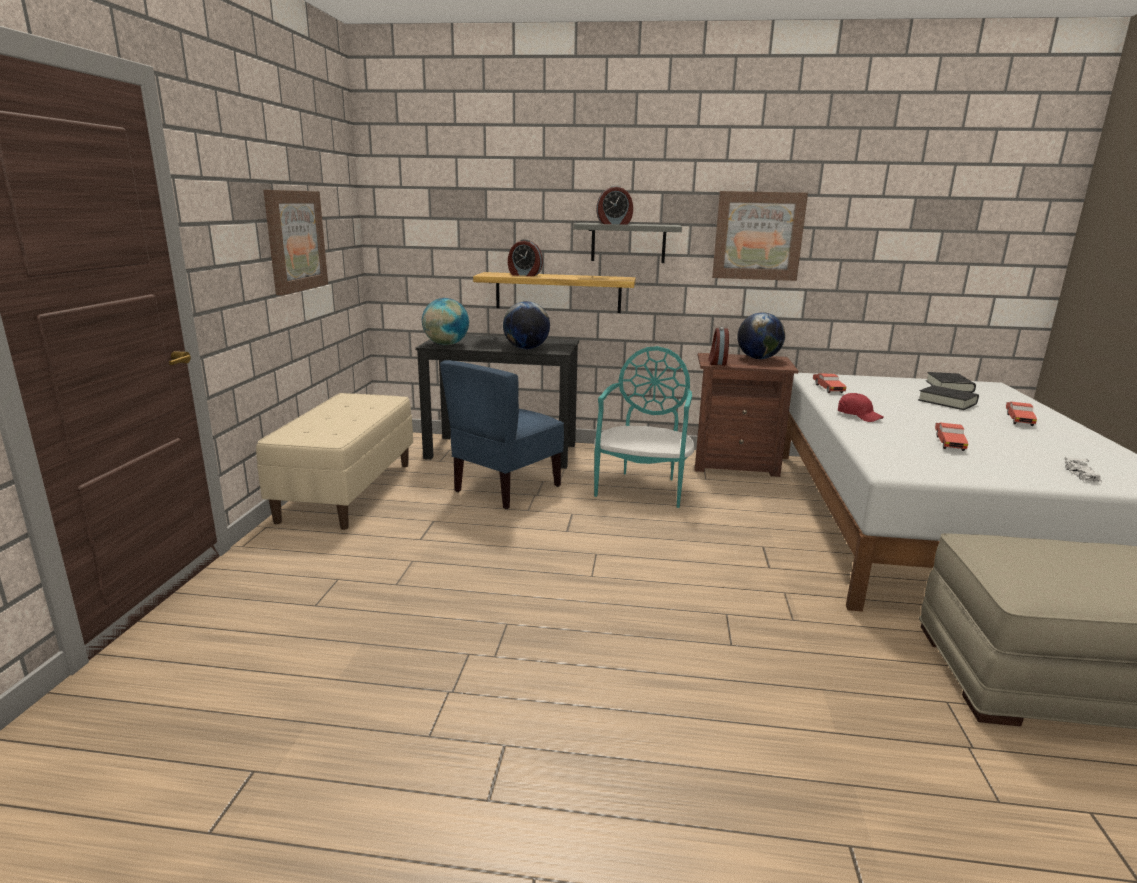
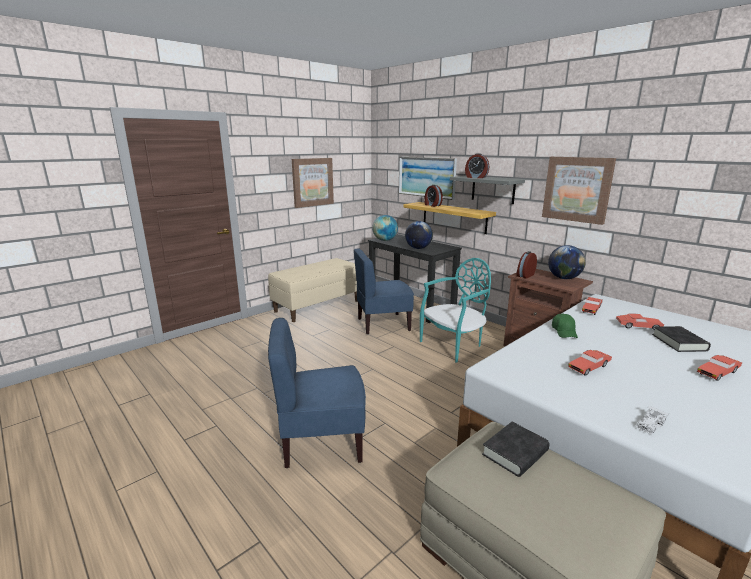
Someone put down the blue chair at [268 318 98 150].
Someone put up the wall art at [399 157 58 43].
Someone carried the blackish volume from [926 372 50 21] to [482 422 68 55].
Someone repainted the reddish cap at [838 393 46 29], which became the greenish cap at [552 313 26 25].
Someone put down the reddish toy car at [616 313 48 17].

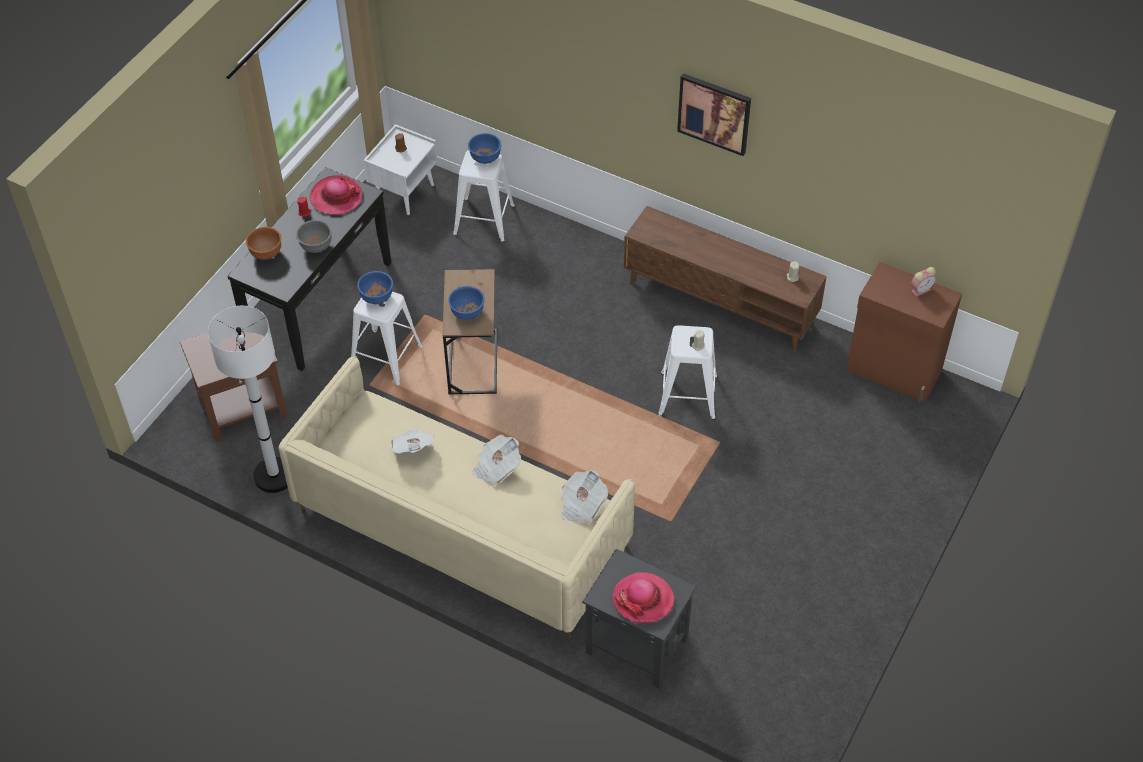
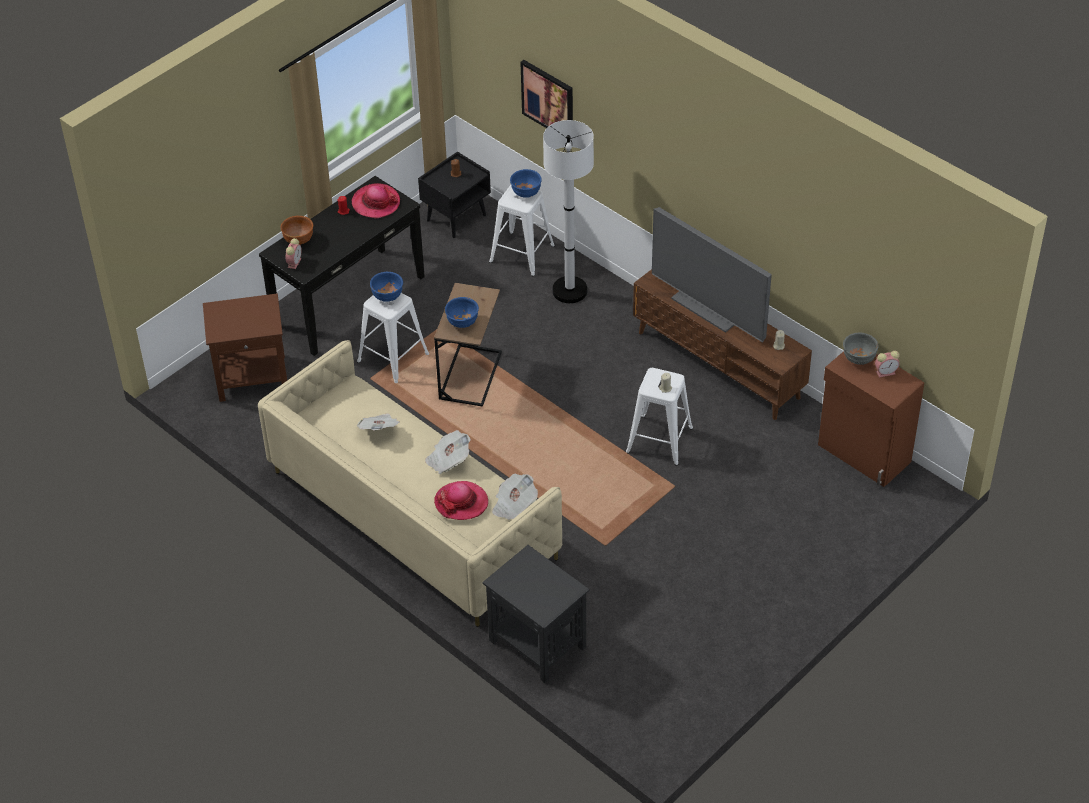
Someone put down the table clock at [286 238 16 31].
Someone repainted the whitish nightstand at [363 124 75 91], which became the blackish nightstand at [418 152 73 86].
Someone carried the clothing hat from [613 572 62 51] to [434 481 54 39].
Someone carried the wall art from [677 73 74 83] to [520 60 53 68].
Someone carried the whitish standing lamp from [208 306 80 187] to [543 120 51 183].
Someone put down the television at [652 207 120 136].
Someone carried the greyish serving bowl from [296 220 36 33] to [843 332 36 33].

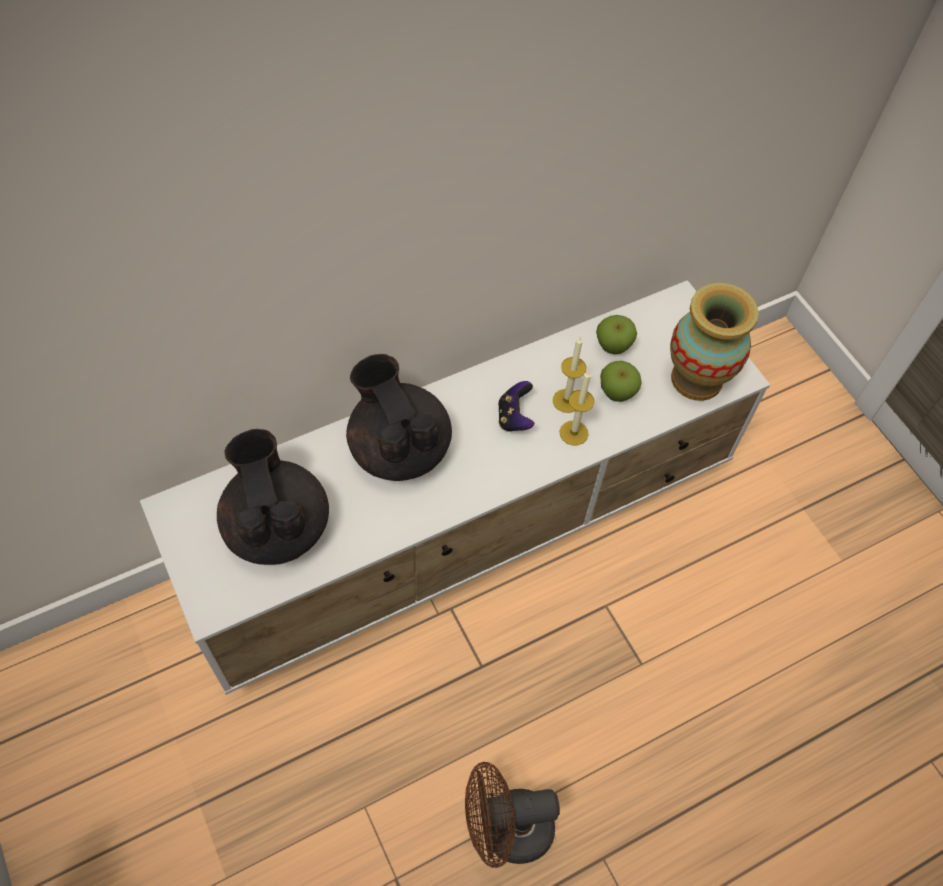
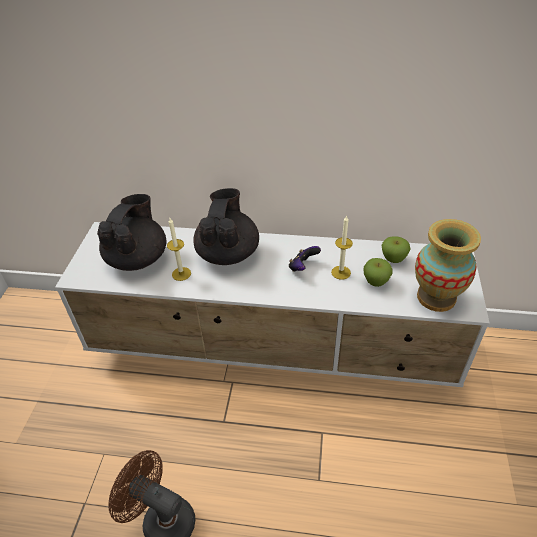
Someone carried the wax candle from [560 370 34 75] to [167 218 24 63].

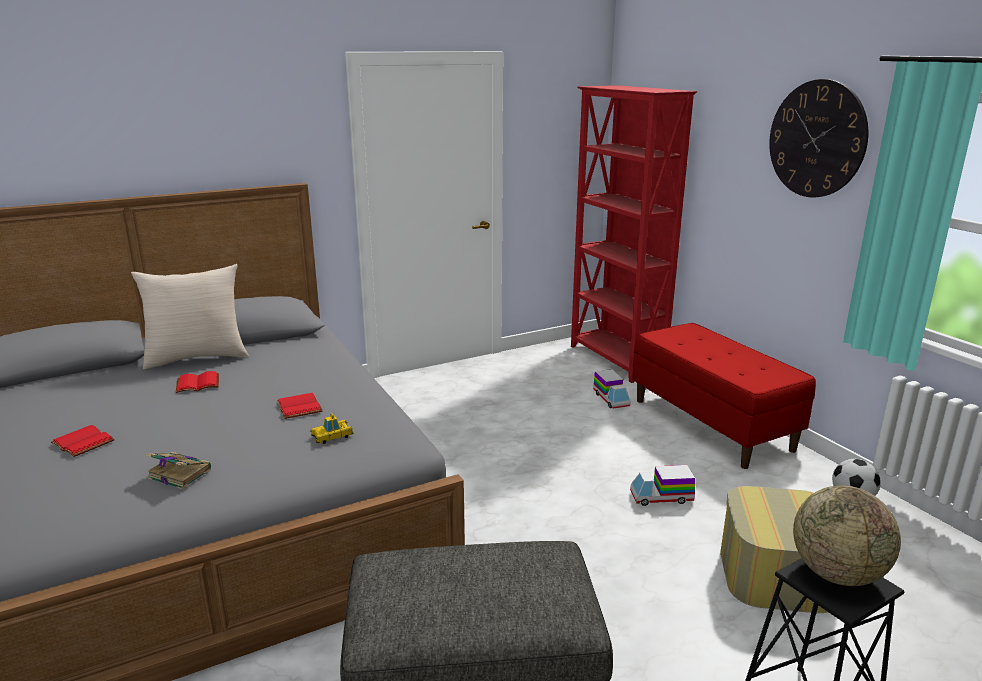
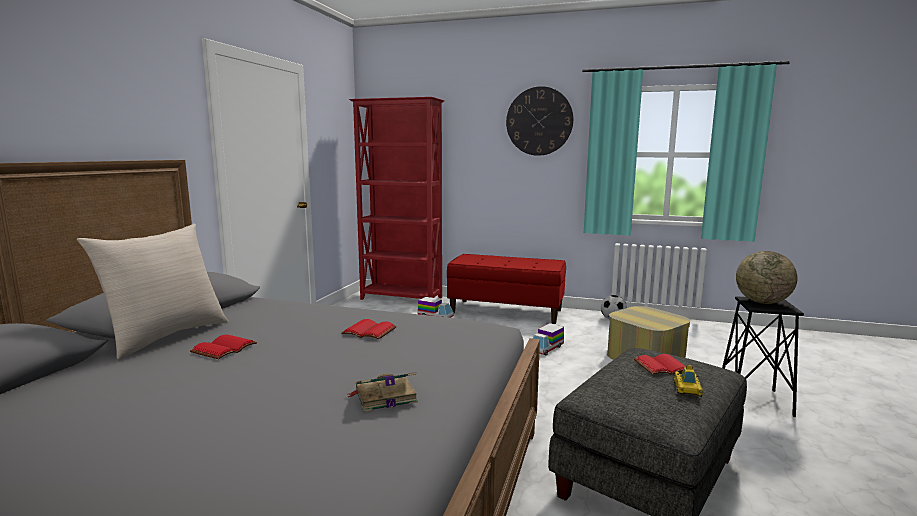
Someone carried the reddish volume from [51 425 64 32] to [634 354 52 21].
Someone carried the toy car from [310 414 43 30] to [674 365 29 32].

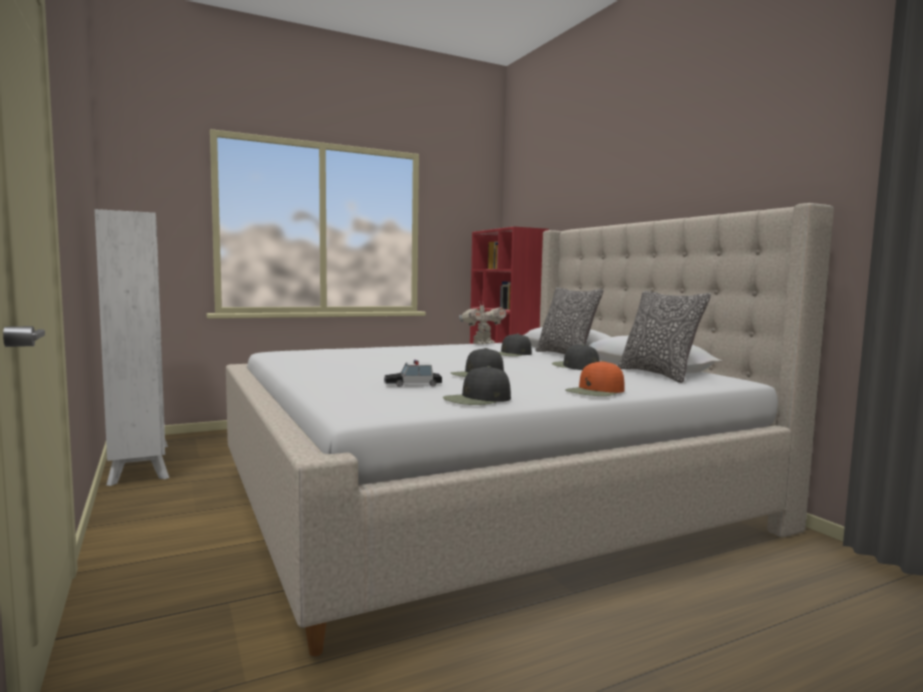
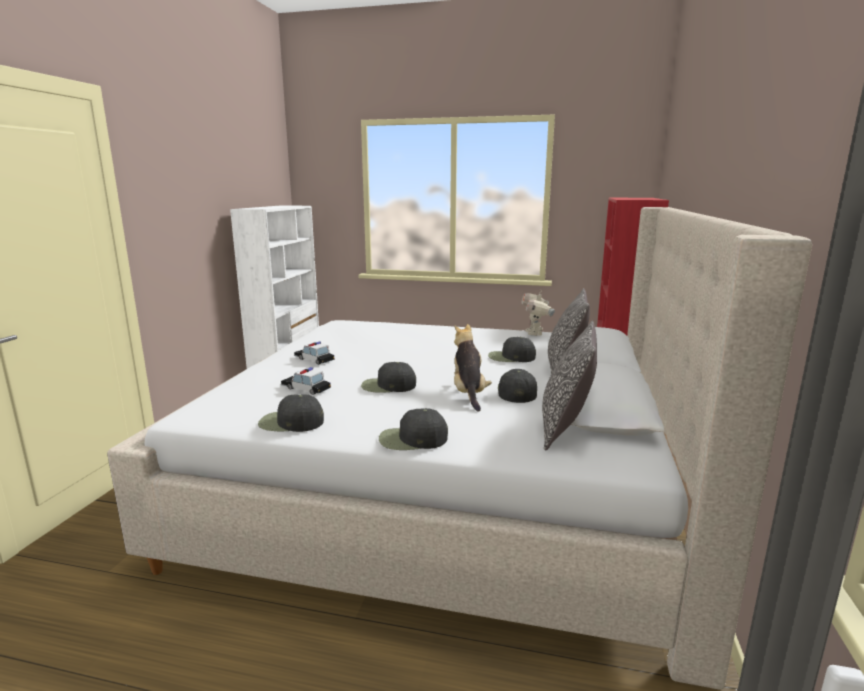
Someone put down the toy car at [294 341 40 24].
Someone repainted the orange-coloured cap at [565 361 60 35], which became the blackish cap at [379 408 69 42].
Someone put down the plush toy at [454 324 38 88].
Someone rotated the robot figure at [459 301 47 43] by 90 degrees clockwise.

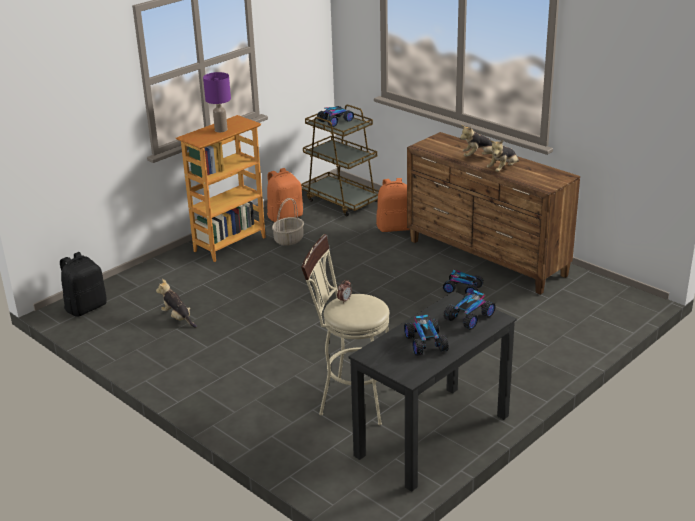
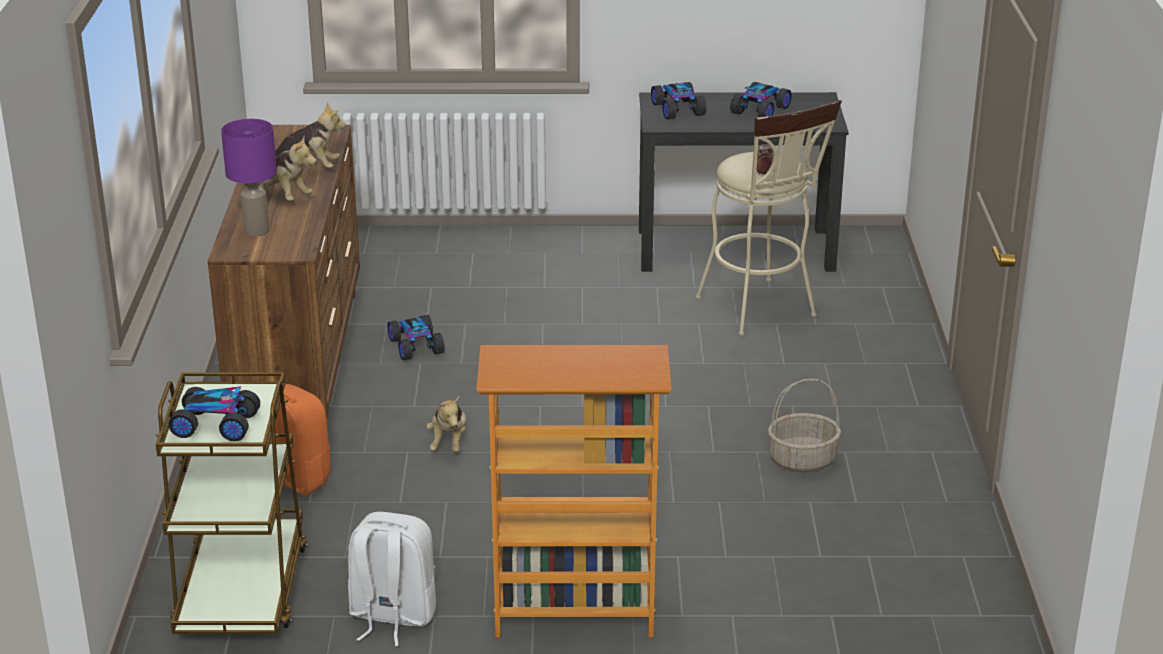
Someone carried the purple-coloured table lamp from [203 72 28 60] to [221 119 56 117].
Someone repainted the orange-coloured backpack at [267 168 36 54], which became the whitish backpack at [348 512 88 134].
Someone carried the plush toy from [156 279 41 49] to [426 396 41 56].
Someone rotated the toy car at [444 290 52 40] by 105 degrees counterclockwise.
Someone carried the basket from [272 198 32 48] to [768 378 73 94].
Someone took away the blackish backpack at [60 252 47 65].

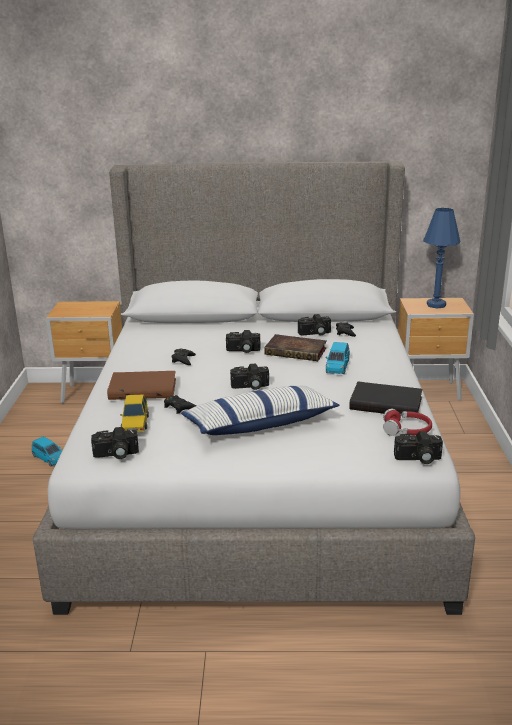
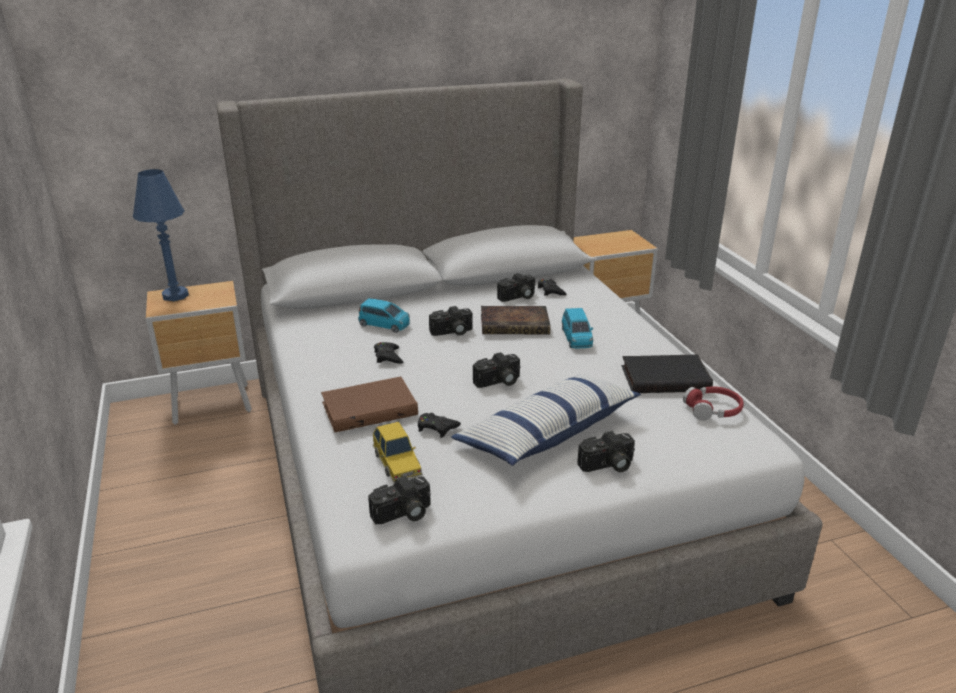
Someone carried the blue table lamp from [423 208 38 100] to [133 169 56 132].
Someone carried the blue toy car from [32 437 30 29] to [358 298 52 35].
Someone carried the still camera from [394 431 49 33] to [577 431 58 41].

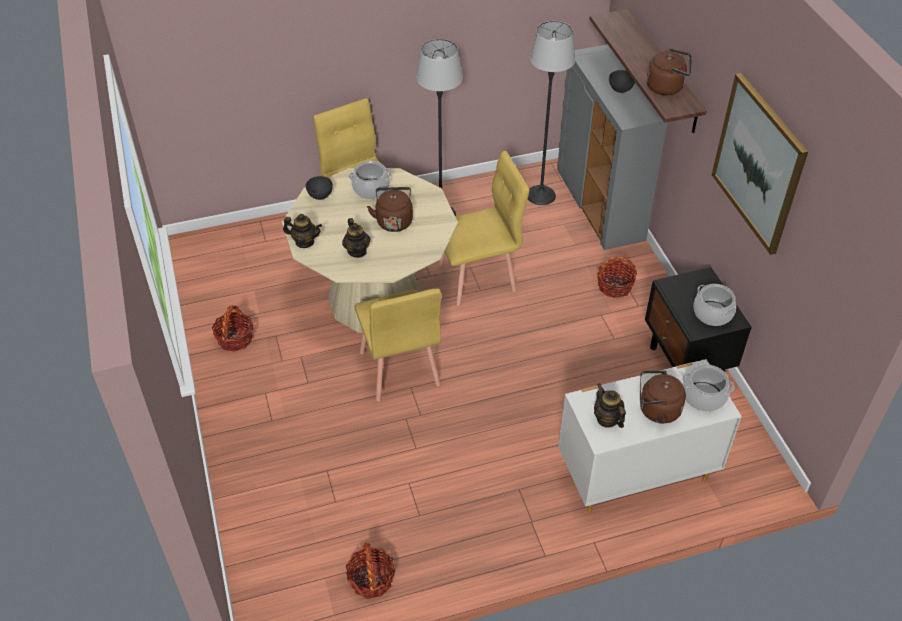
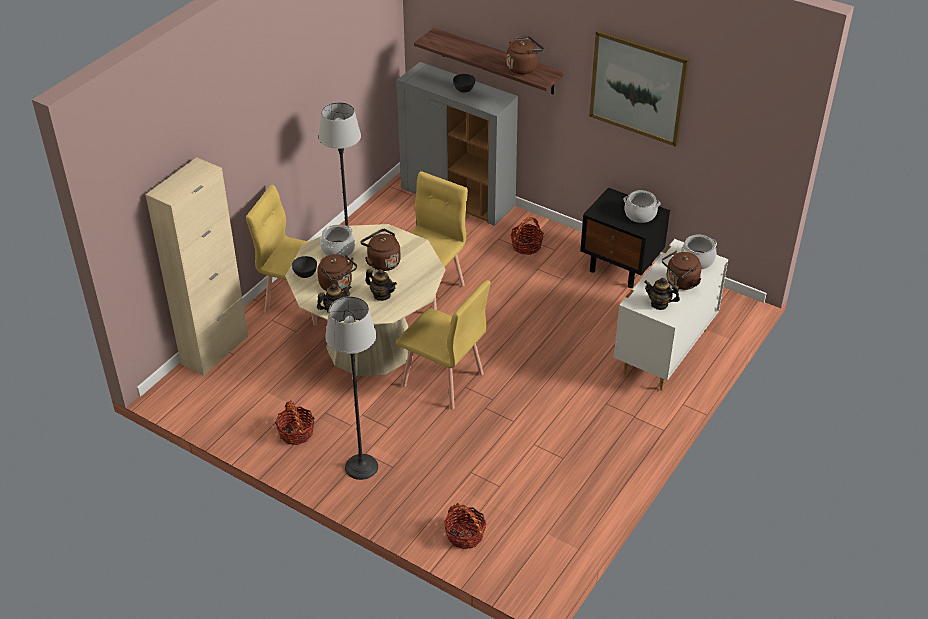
Someone put down the beige-coloured storage cabinet at [145 157 103 219].
Someone put down the brown water kettle at [317 254 40 37].
Someone carried the standing lamp from [528 21 48 184] to [325 297 53 183].
Someone carried the basket from [346 543 49 56] to [444 503 43 46].

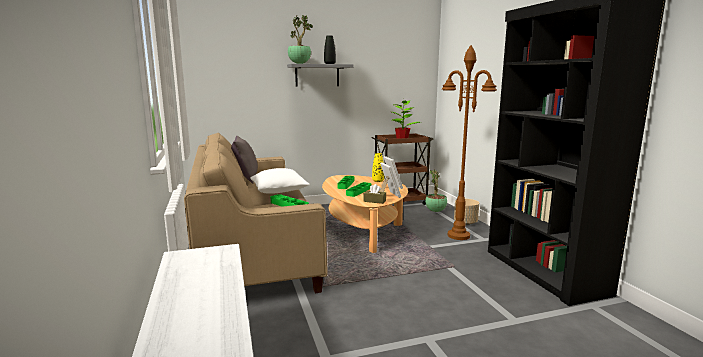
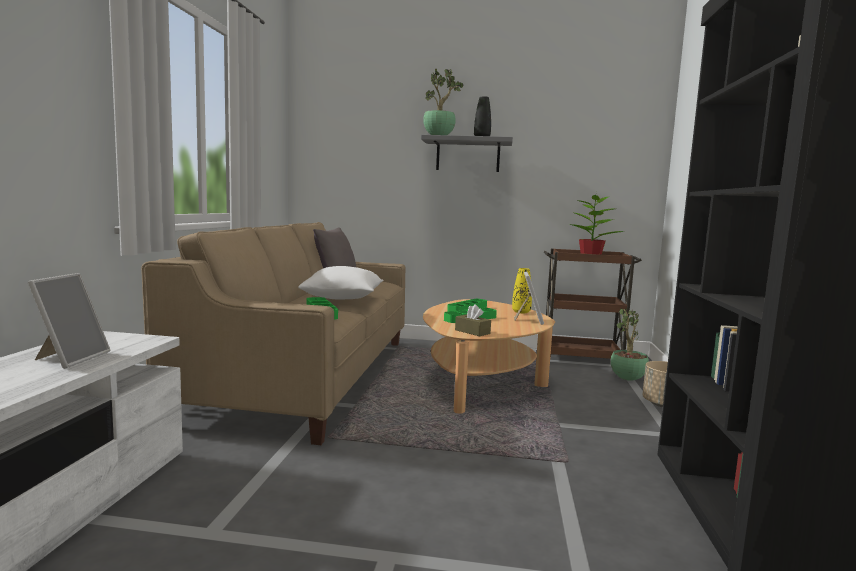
Someone carried the photo frame from [379 162 22 36] to [28 273 82 96].
Someone took away the brown standing lamp at [442 45 55 195].

